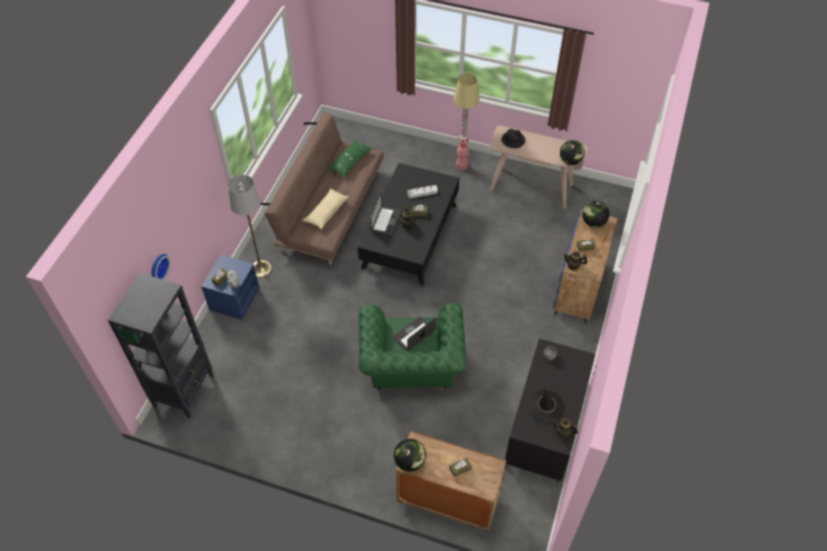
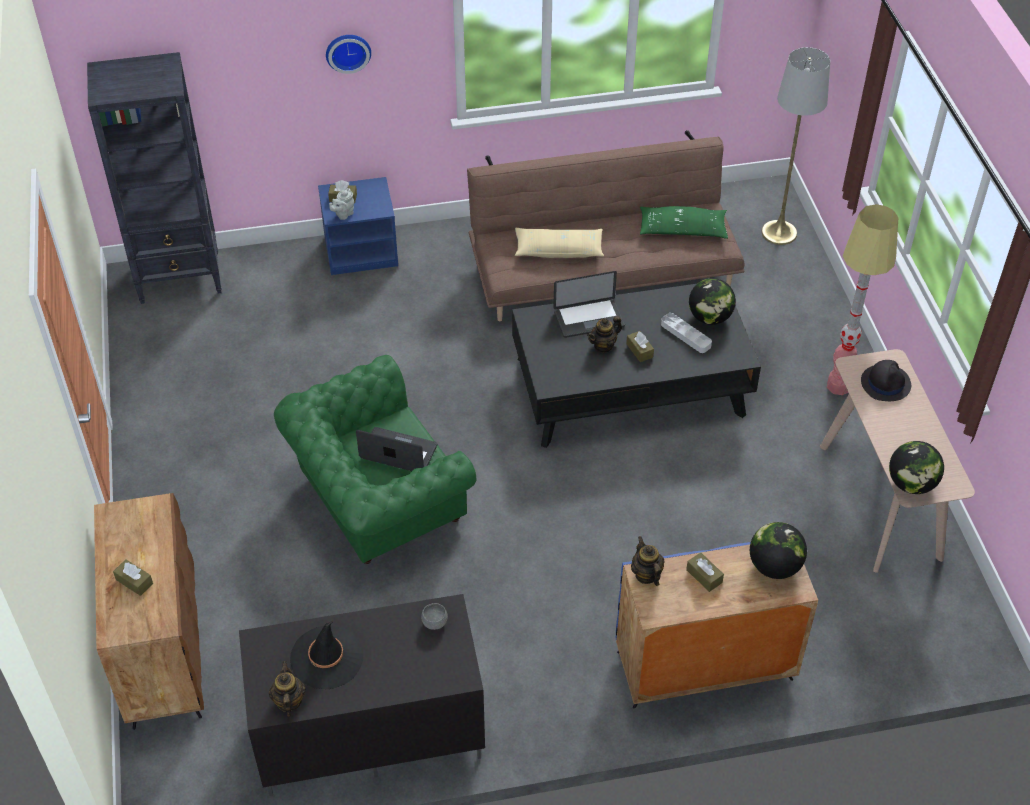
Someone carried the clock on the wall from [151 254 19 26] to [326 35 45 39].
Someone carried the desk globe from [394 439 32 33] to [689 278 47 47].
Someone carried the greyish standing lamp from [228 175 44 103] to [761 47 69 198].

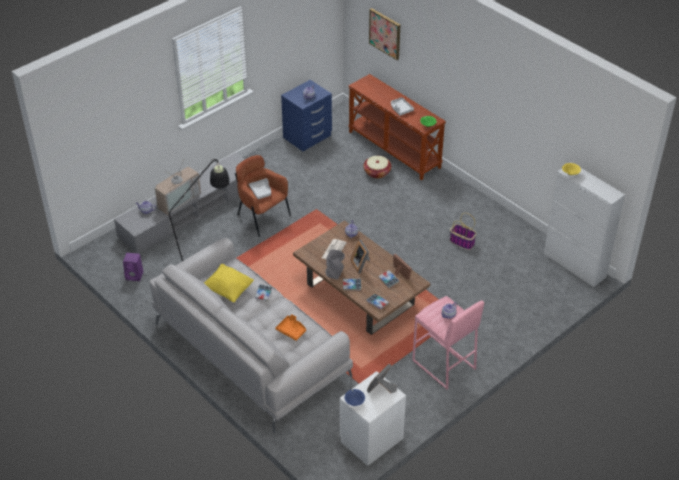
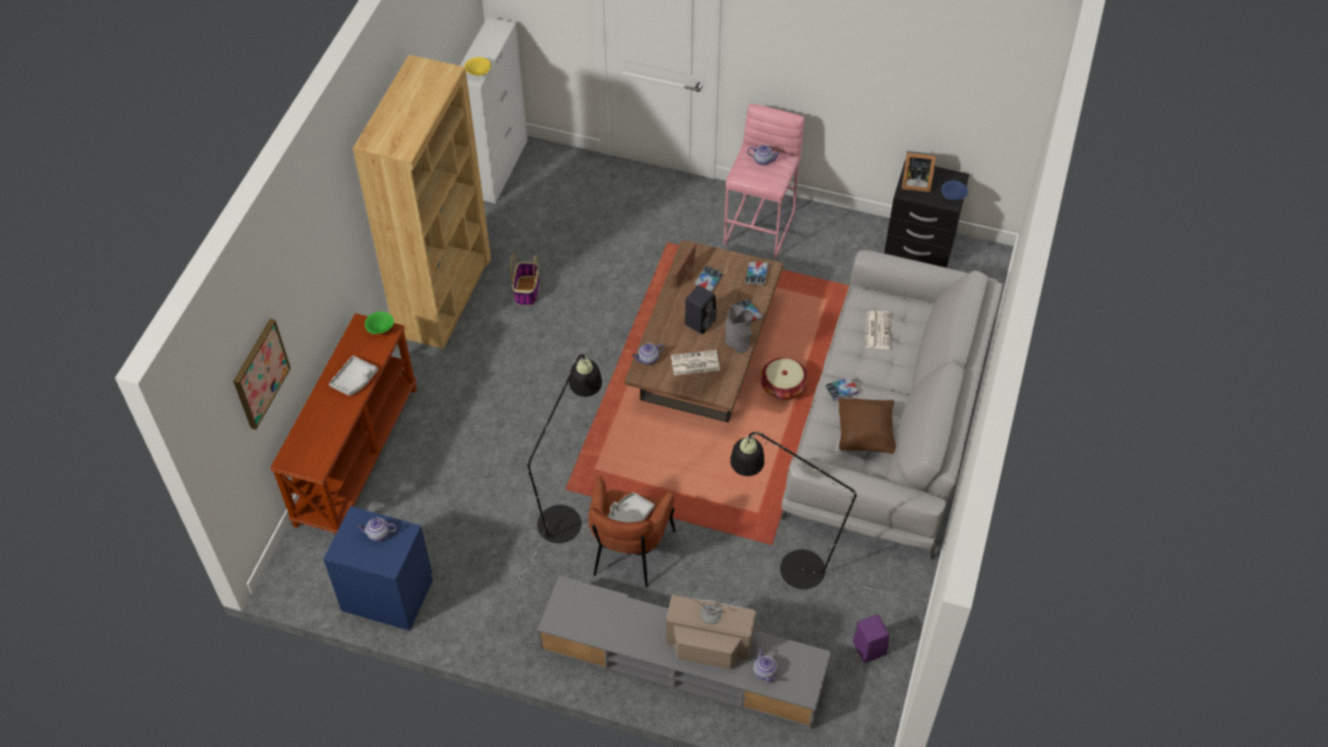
Someone put down the brown shelving unit at [353 55 138 294].
Someone put down the blackish standing lamp at [491 354 111 265].
Someone swapped the photo frame at [350 240 20 33] for the blackish audio speaker at [685 285 32 49].
Someone carried the basket from [363 156 28 23] to [760 358 49 42].
Someone repainted the yellow pillow at [204 264 50 39], which became the brown pillow at [838 398 58 56].
Someone swapped the orange-coloured carrying tray at [276 314 30 27] for the newspaper at [866 311 25 38].
Someone repainted the whitish nightstand at [340 371 66 95], which became the blackish nightstand at [884 160 85 108].

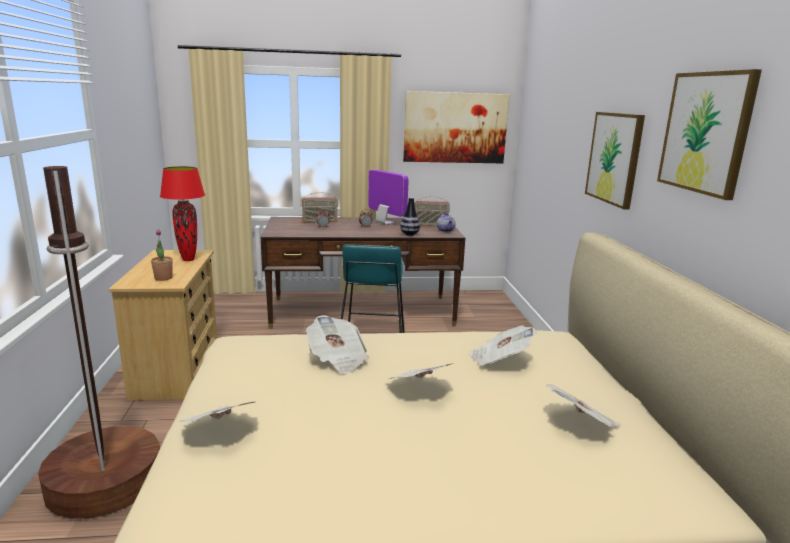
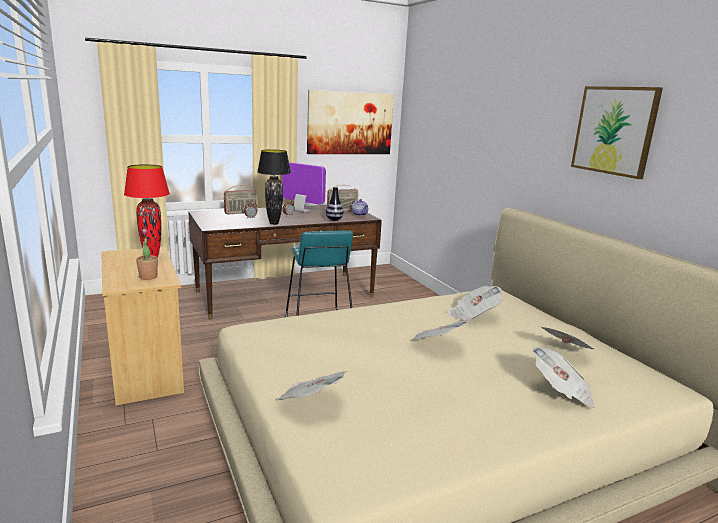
Someone put down the blackish table lamp at [257 149 34 76].
Someone carried the newspaper from [306 315 63 59] to [532 347 63 61].
Someone took away the brown standing lamp at [38 166 122 353].
Someone took away the wall art at [585 112 60 98].

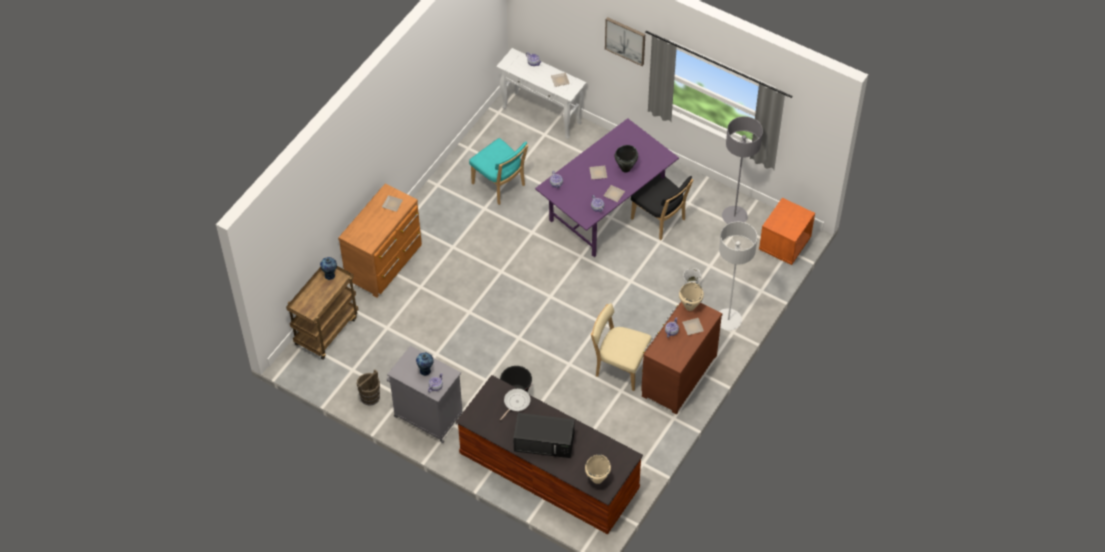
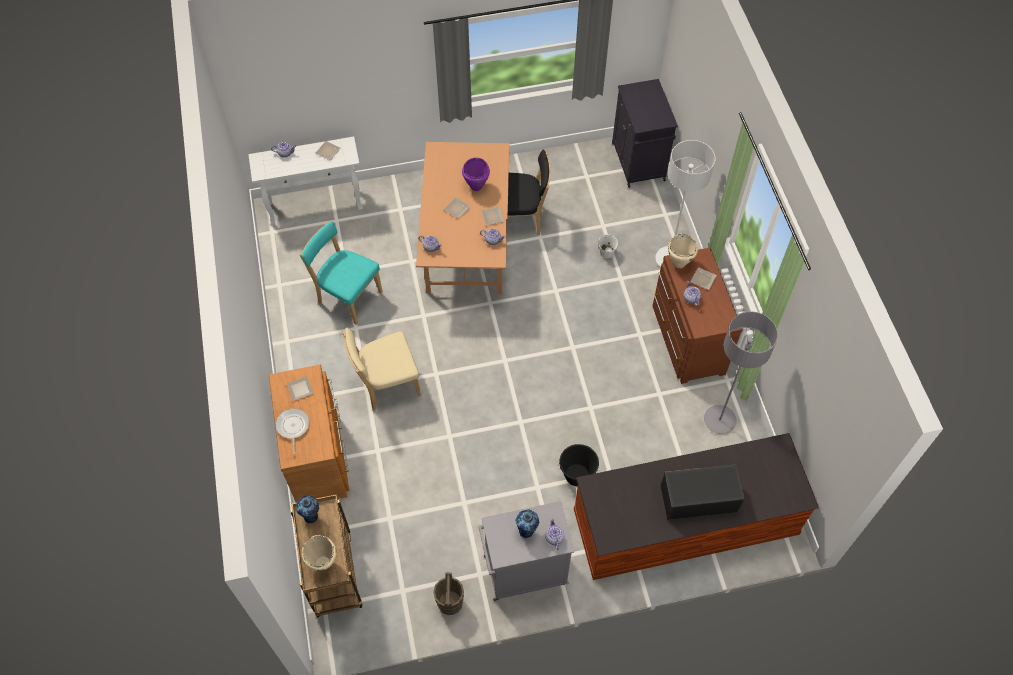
Someone carried the pan from [500 389 31 31] to [276 408 33 48].
Someone rotated the turquoise chair at [469 138 59 67] by 150 degrees counterclockwise.
Someone carried the beige-coloured cooking pot from [585 454 26 30] to [302 535 34 36].
Someone carried the beige-coloured chair from [591 303 61 88] to [342 328 79 82].
Someone repainted the purple-coloured kitchen table at [535 118 144 139], which became the brown kitchen table at [416 142 94 153].
Someone repainted the blackish cooking pot at [615 145 23 27], which became the purple-coloured cooking pot at [462 158 28 33].
Someone swapped the orange-coloured nightstand at [759 198 56 67] for the blackish storage cabinet at [612 79 66 109].
Someone rotated the blackish microwave oven at [513 413 62 45] by 150 degrees counterclockwise.
Someone carried the greyish standing lamp from [722 116 41 108] to [704 311 74 123].
Someone took away the wall art at [605 17 40 49].

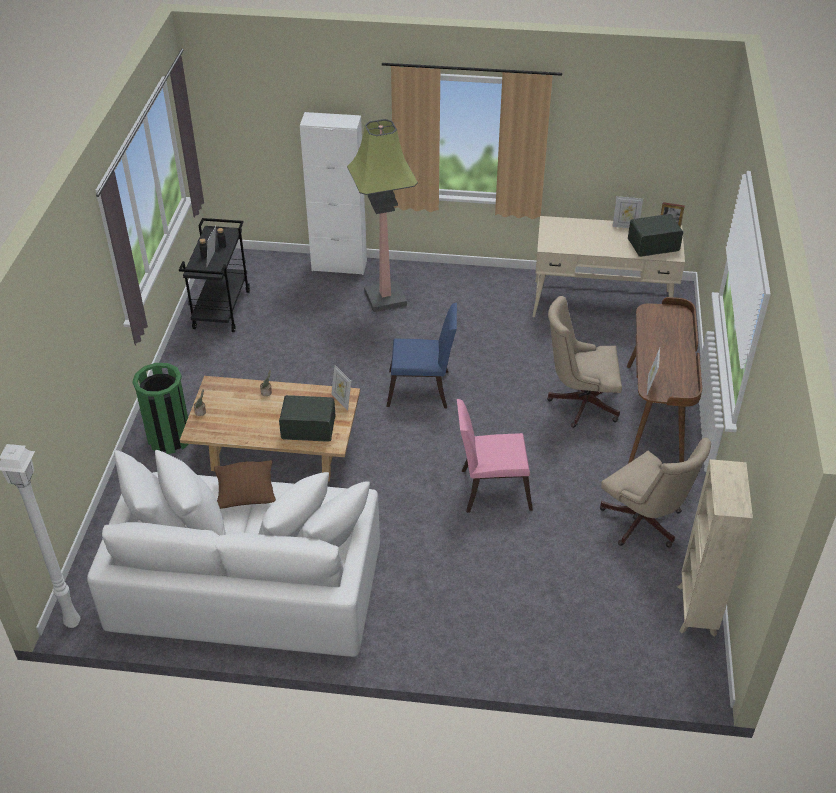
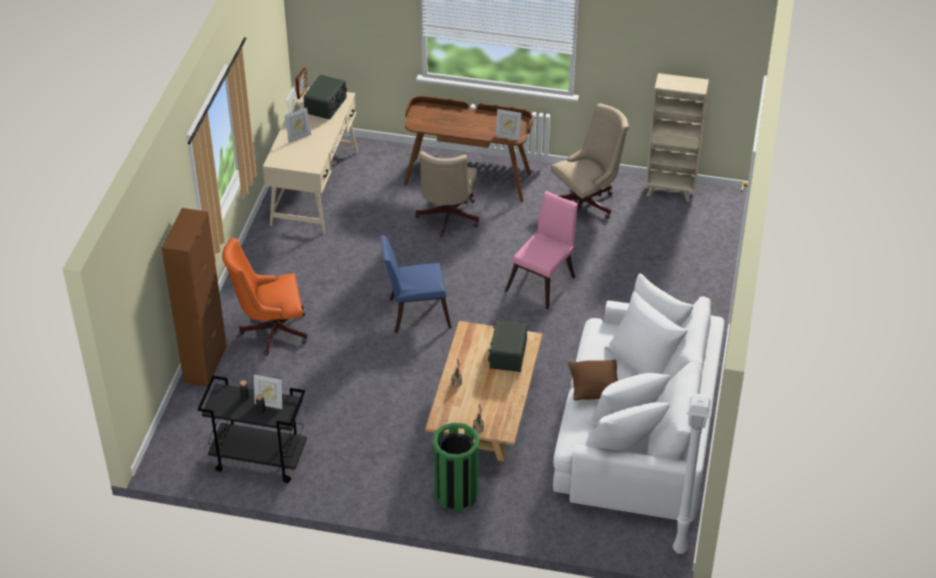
Someone repainted the whitish storage cabinet at [300 112 67 163], which became the brown storage cabinet at [161 208 66 178].
Someone swapped the standing lamp at [347 119 71 193] for the orange-coloured office chair at [222 238 85 118].
Someone carried the photo frame from [331 365 20 46] to [285 108 26 35].
Someone rotated the radio receiver at [628 214 55 43] by 150 degrees counterclockwise.
Someone rotated the blue chair at [387 303 70 105] by 105 degrees counterclockwise.
Someone rotated the pink-coloured chair at [457 399 76 114] by 150 degrees counterclockwise.

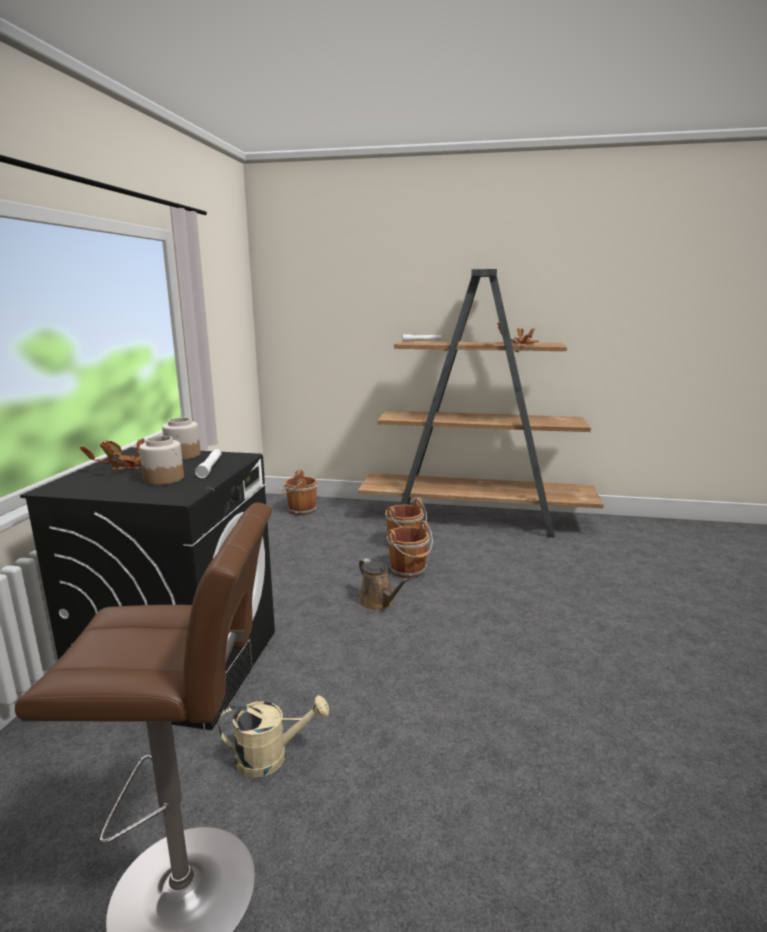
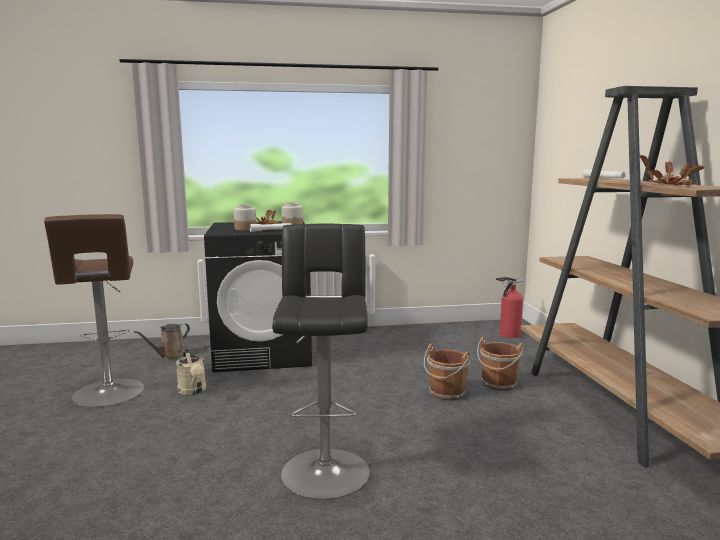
Someone carried the brown watering pot from [359 558 50 53] to [134 323 56 37].
Someone put down the blackish sitting stool at [272 224 97 276].
Someone swapped the brown pail at [281 470 37 45] for the fire extinguisher at [496 277 27 61].

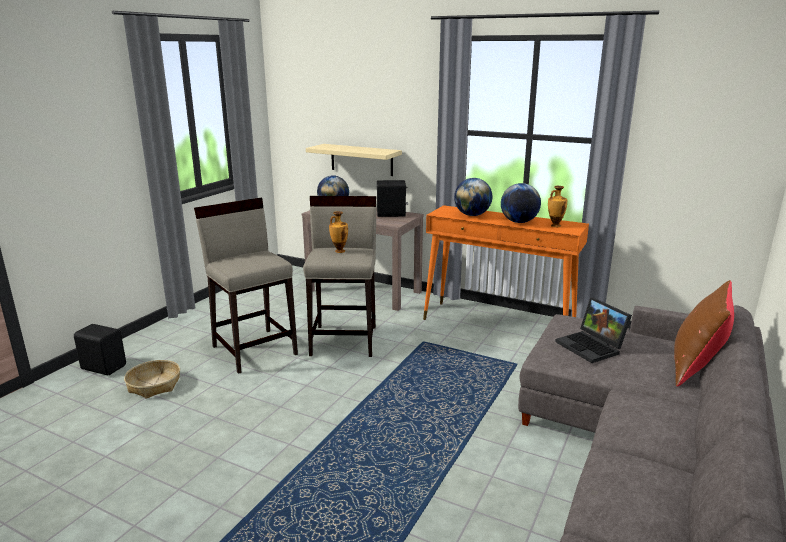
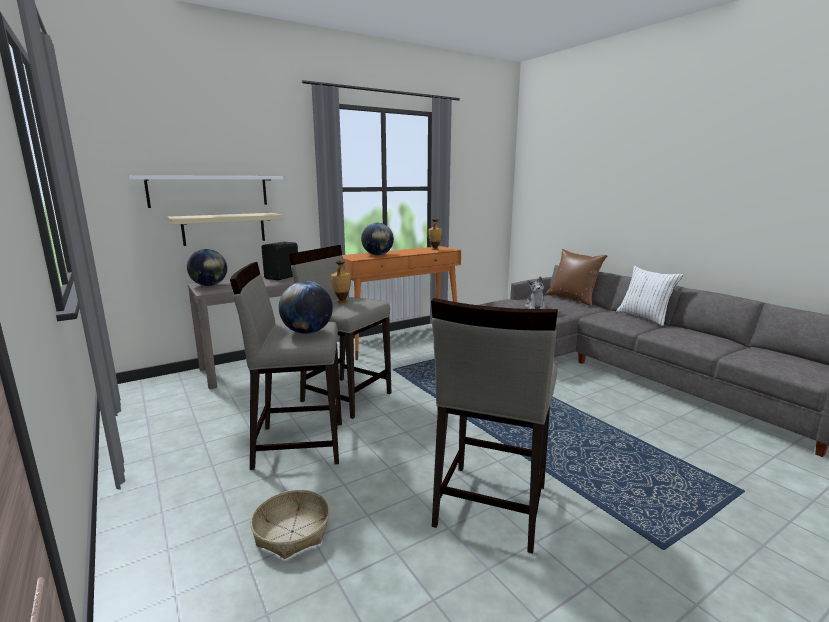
Someone put up the whitish bracket shelf at [130 175 153 33].
Someone carried the desk globe from [501 183 40 40] to [279 281 54 53].
Someone put down the beige-coloured sitting stool at [431 298 127 256].
Someone swapped the portable computer at [555 297 77 66] for the plush toy at [525 276 21 33].
Someone put down the whitish pillow at [616 266 67 60].
Someone took away the blackish audio speaker at [74 324 52 51].

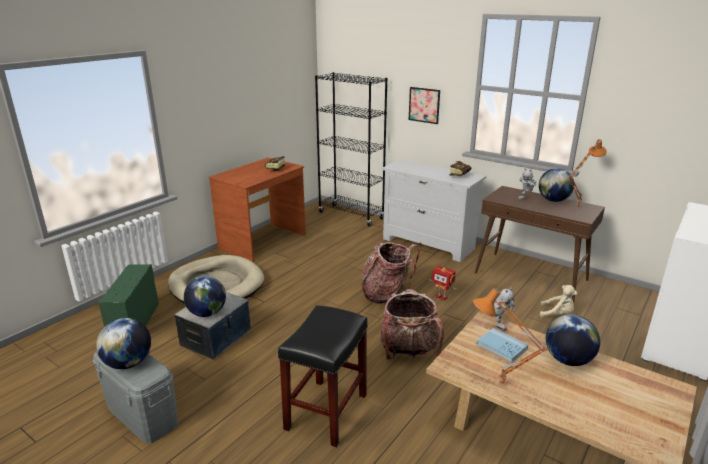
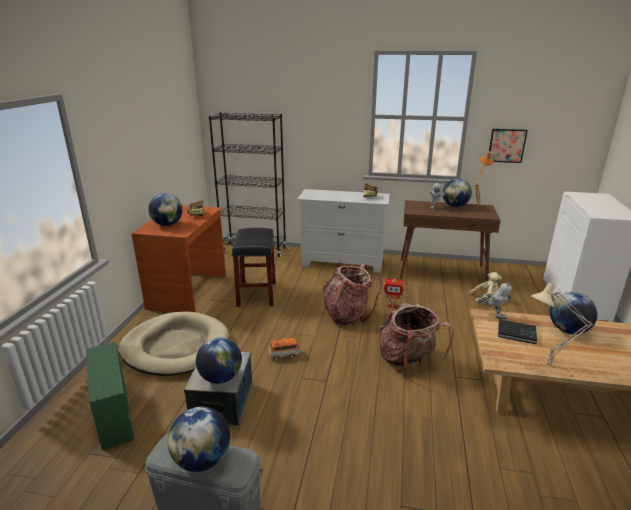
Someone put down the desk globe at [148 193 34 33].
Someone carried the blackish sitting stool from [278 305 90 142] to [232 228 44 79].
Someone put down the toy car at [268 338 33 23].
Someone carried the wall art from [409 87 31 37] to [489 129 39 34].
Someone repainted the blue volume at [476 328 52 35], which became the blackish volume at [498 319 39 25].
Someone repainted the orange-coloured table lamp at [473 288 74 98], which became the beige-coloured table lamp at [531 282 62 83].

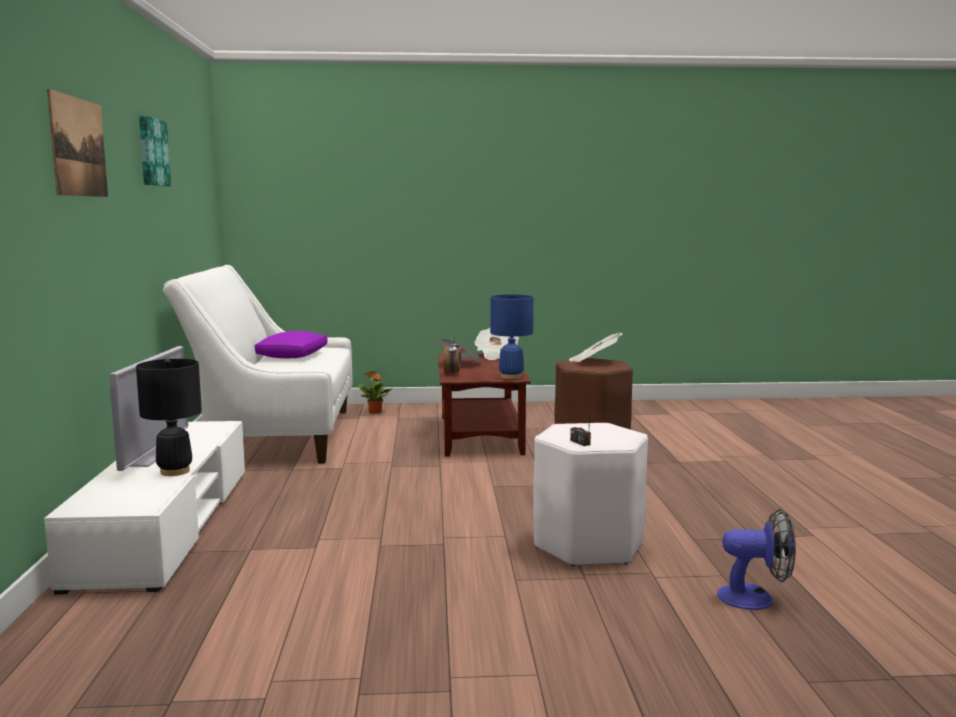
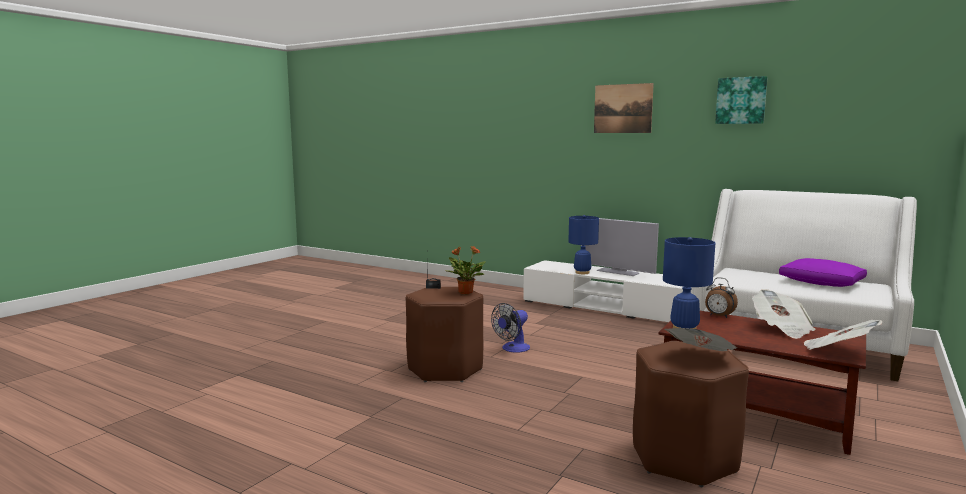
Someone repainted the whitish sitting stool at [534 423 114 143], which became the brown sitting stool at [406 287 77 95].
Someone carried the houseplant from [359 371 33 42] to [445 246 41 49].
Someone carried the cooling fan from [717 509 79 101] to [491 303 39 50].
Someone repainted the blackish table lamp at [136 359 66 117], which became the blue table lamp at [568 215 31 59].

